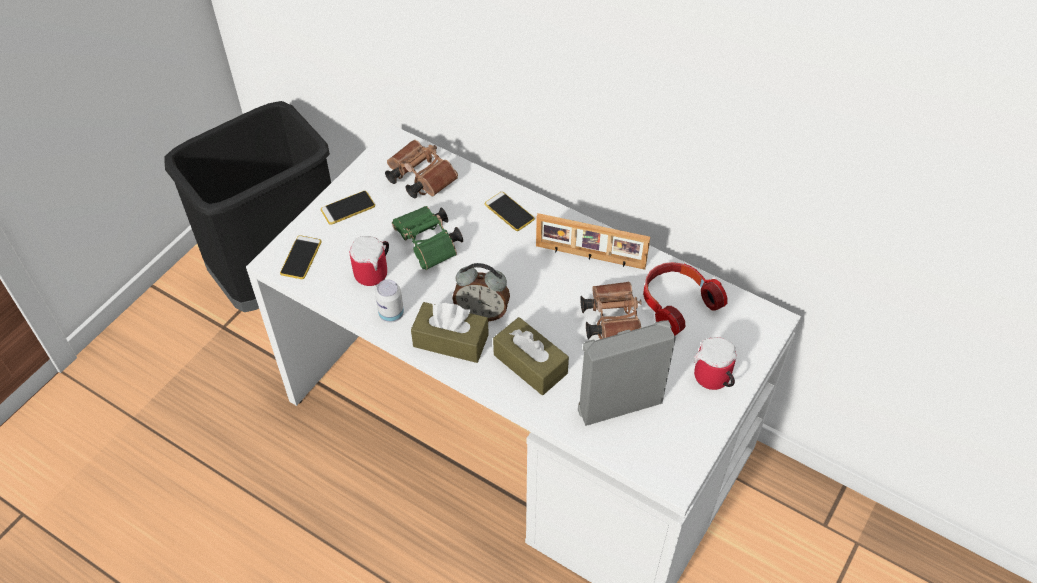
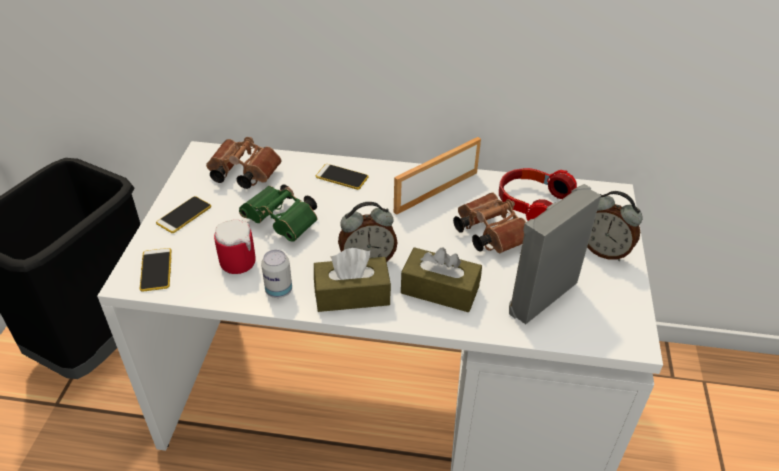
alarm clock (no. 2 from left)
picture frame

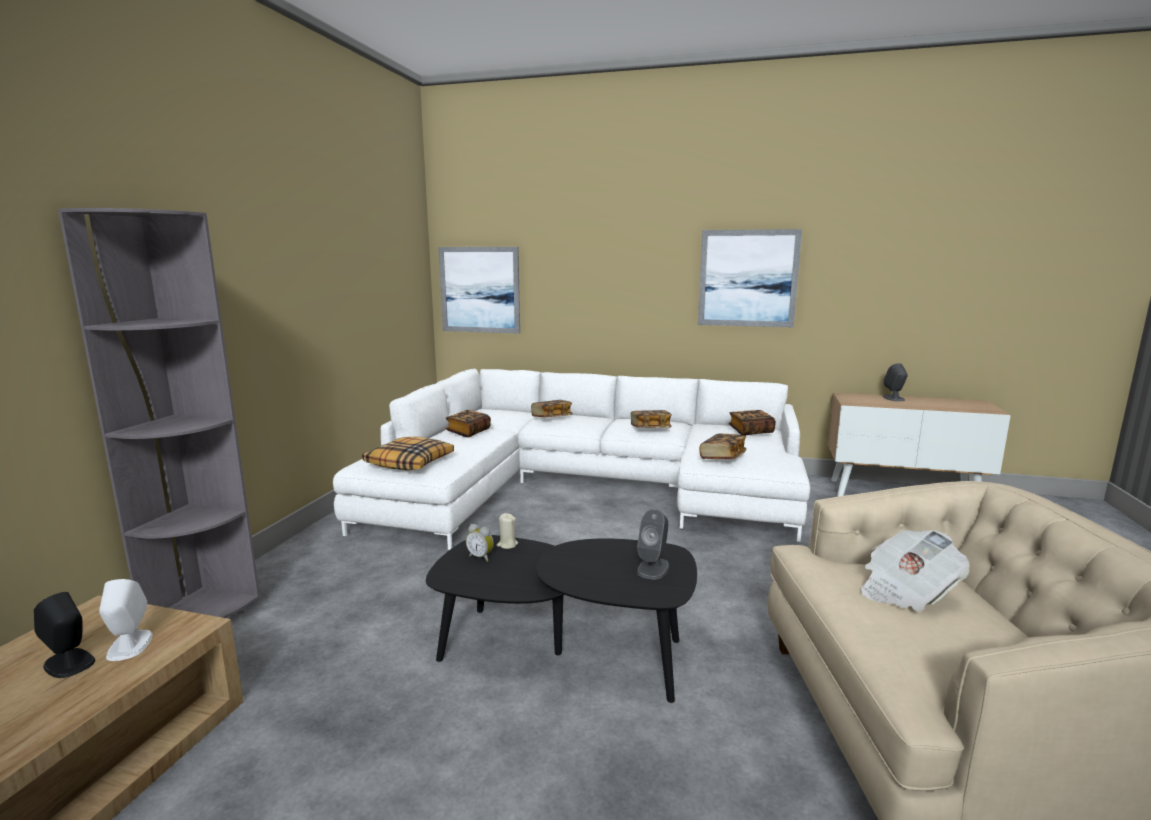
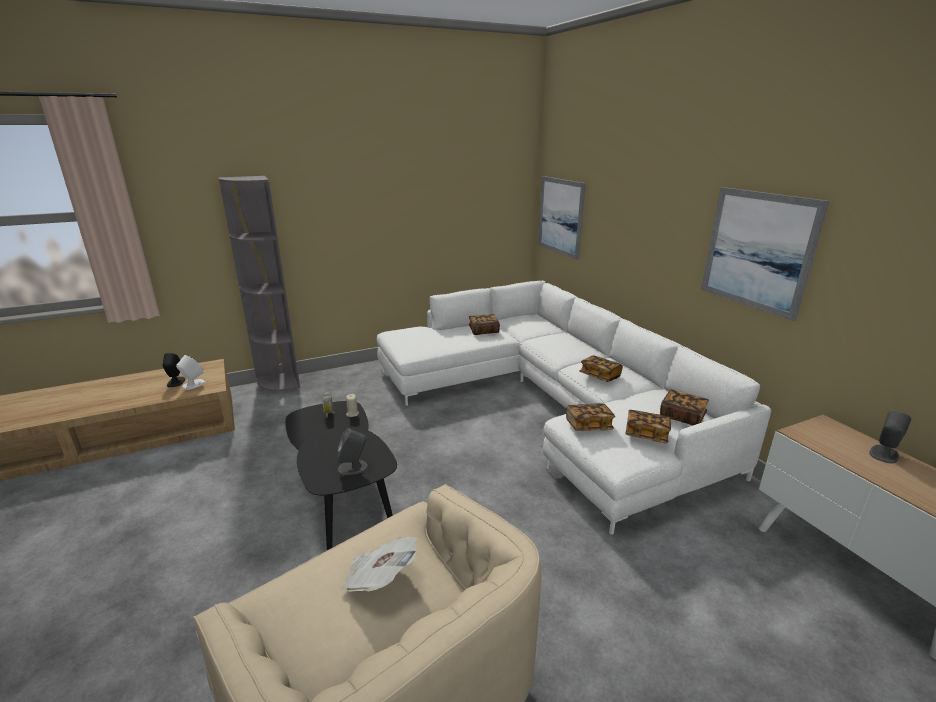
pillow
book (no. 4 from left)

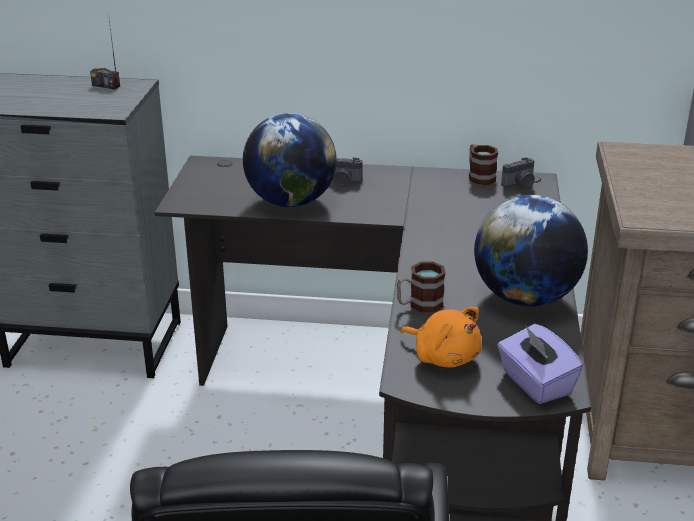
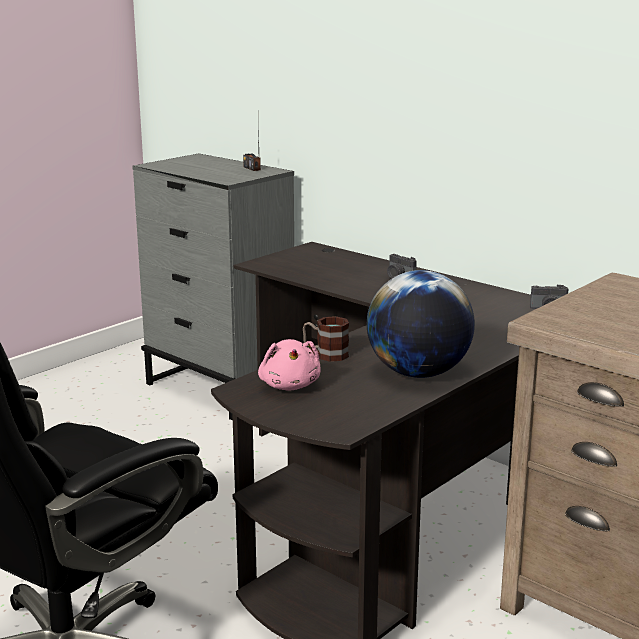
globe (no. 1 from left in the first image)
mug (no. 2 from left in the first image)
purple tissue box
pink plush toy

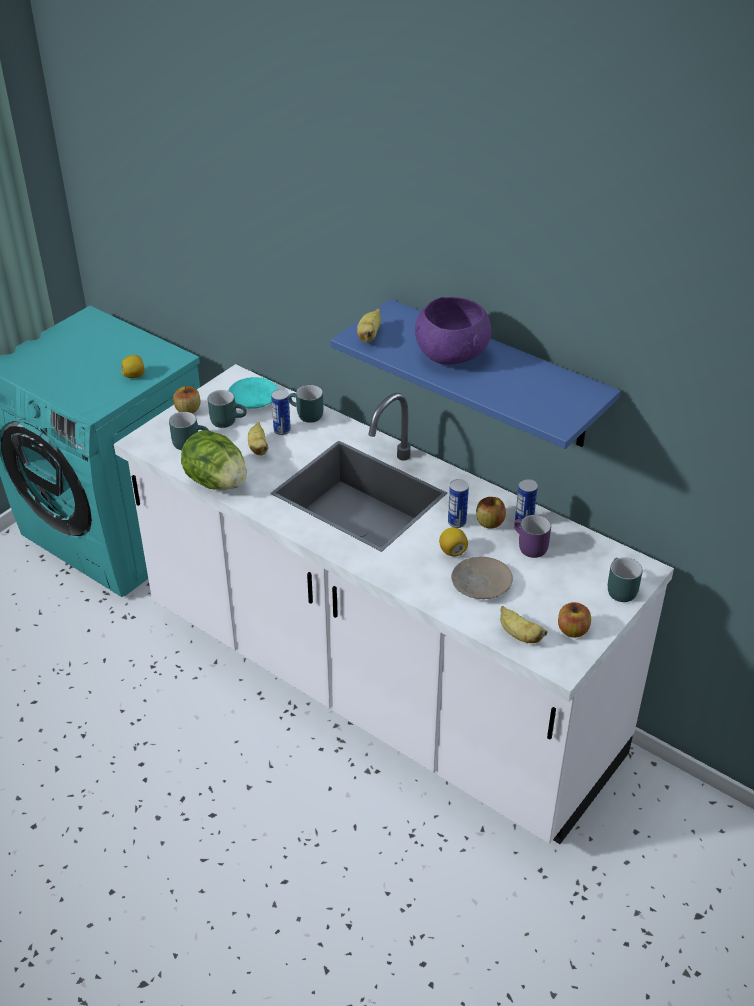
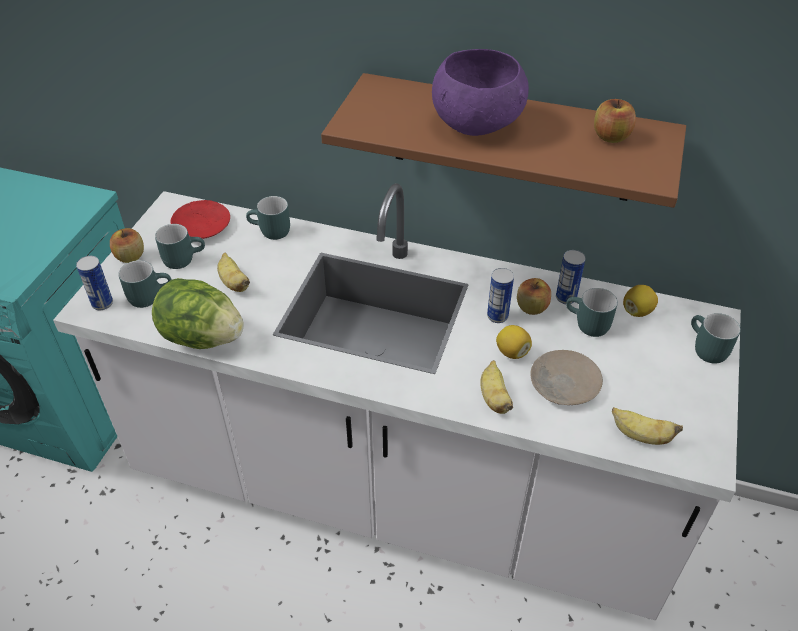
lemon (no. 2 from left)
can (no. 1 from left)
banana (no. 2 from left)
apple (no. 3 from left)
red plate
brown shelf
turquoise mug (no. 4 from left)

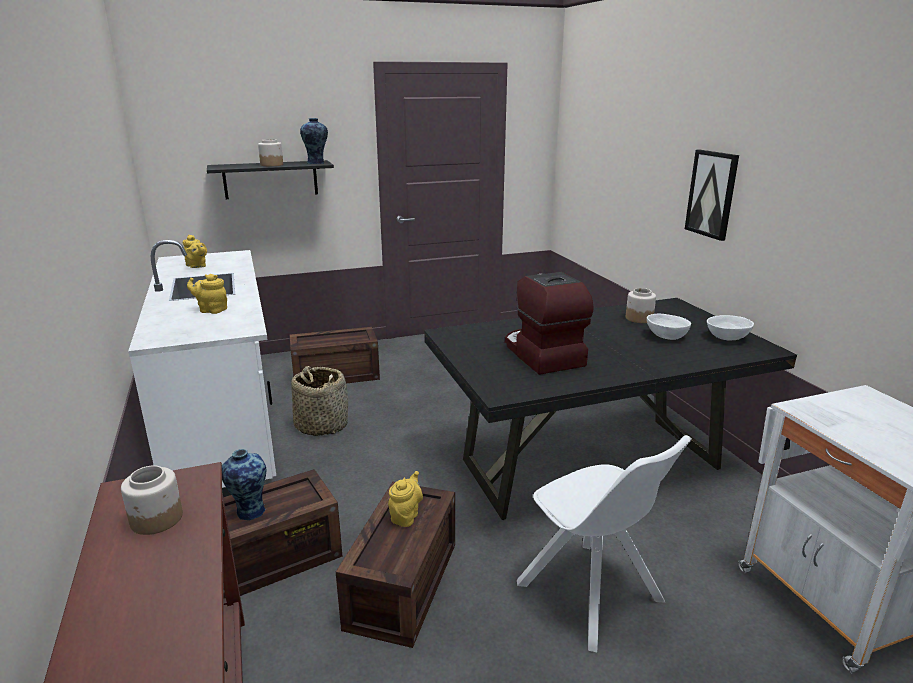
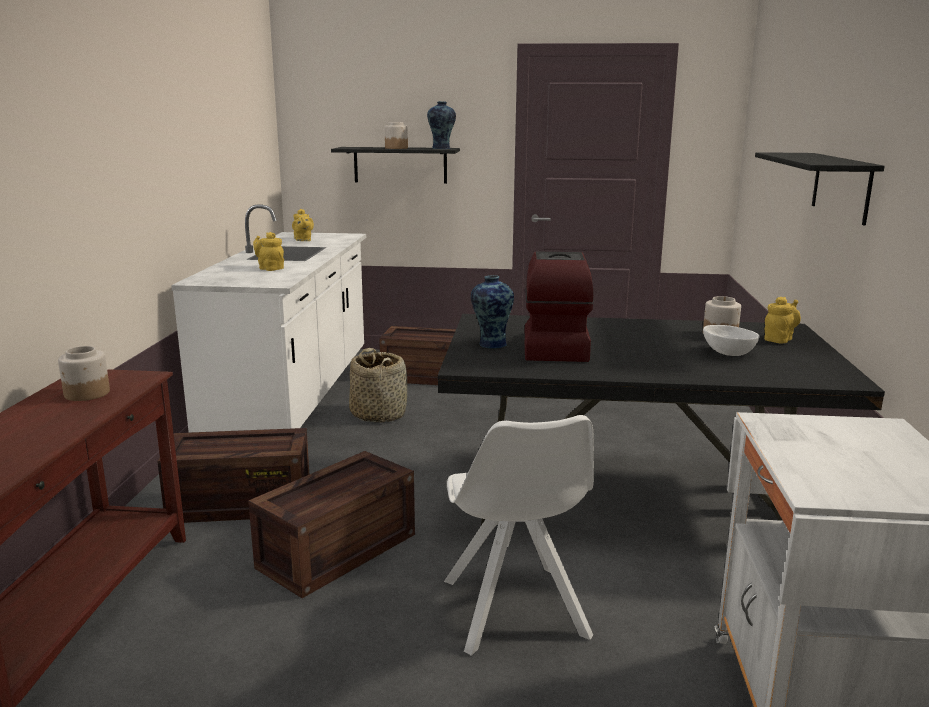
white bowl (no. 2 from left in the first image)
vase (no. 2 from left)
yellow teapot (no. 3 from left)
black shelf (no. 2 from left)

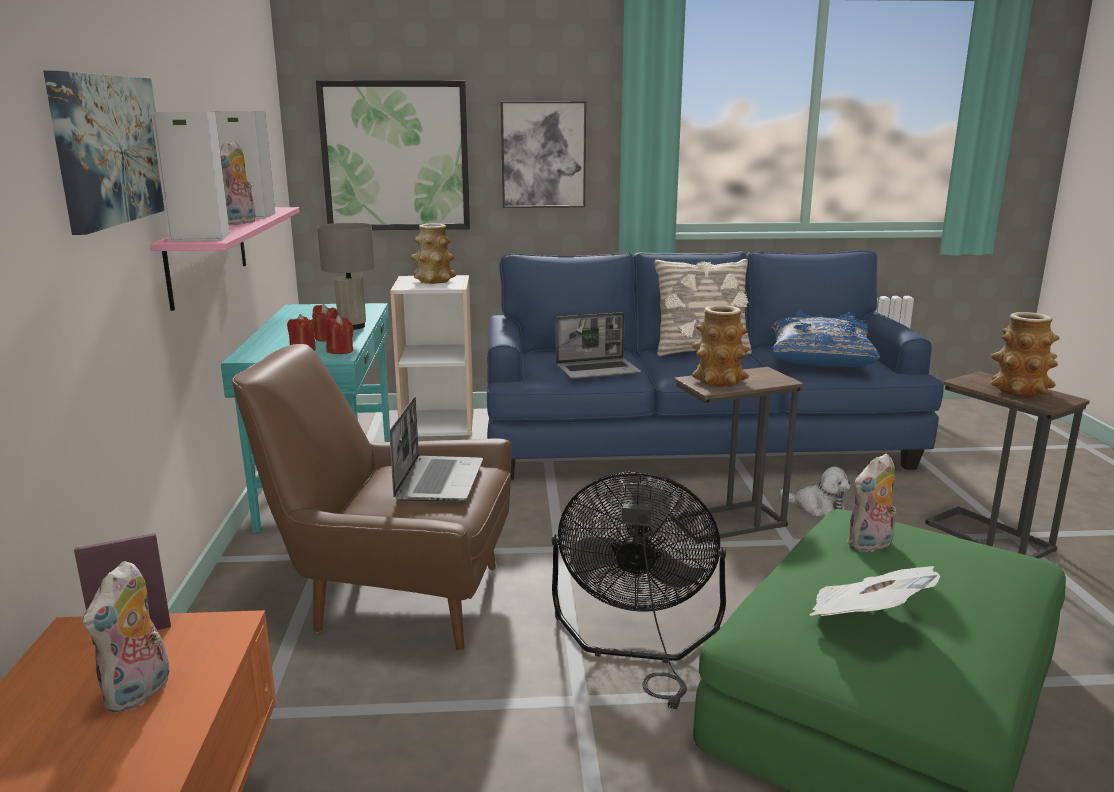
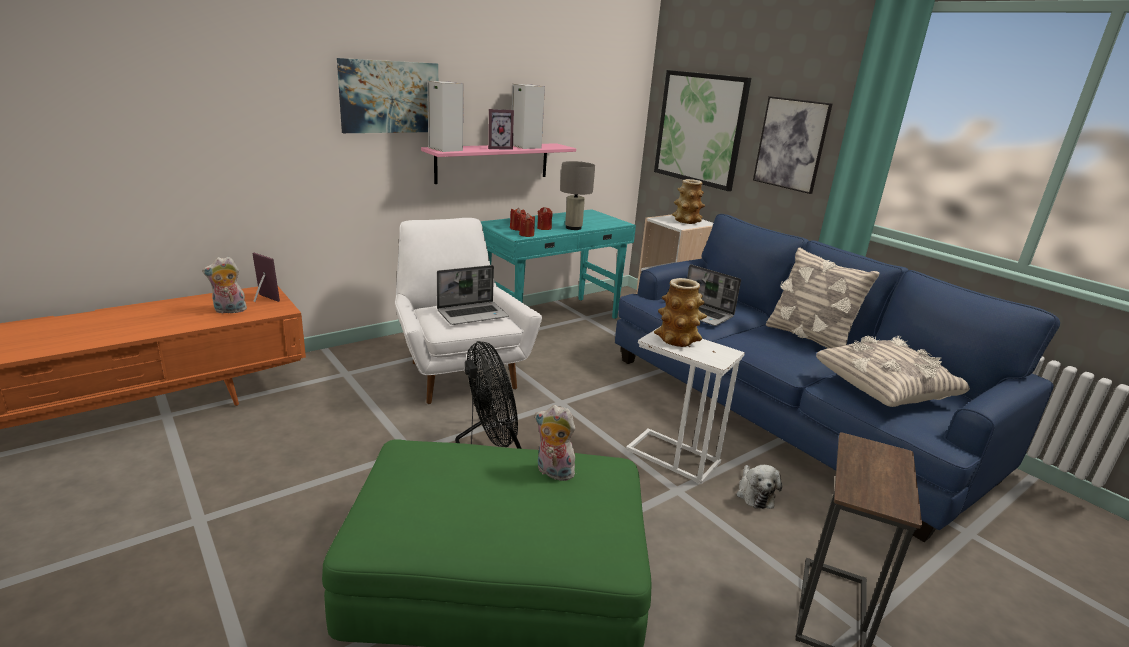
newspaper
vase (no. 3 from left in the first image)
picture frame (no. 2 from left)
white armchair
white side table
beige pillow (no. 2 from left)

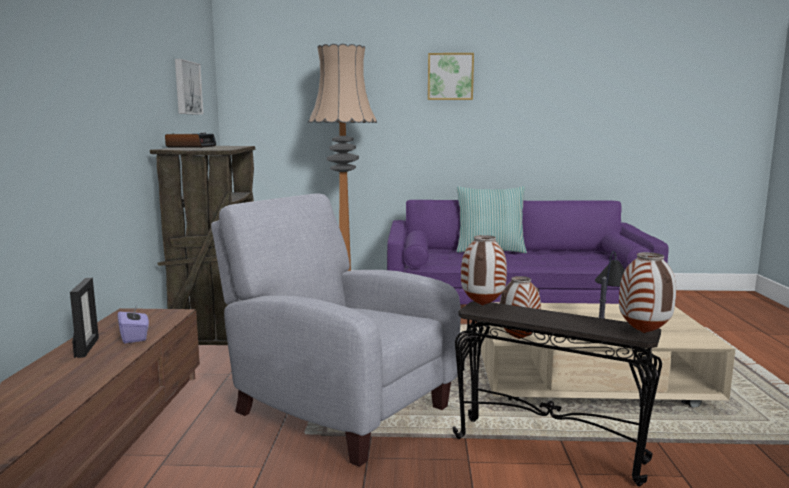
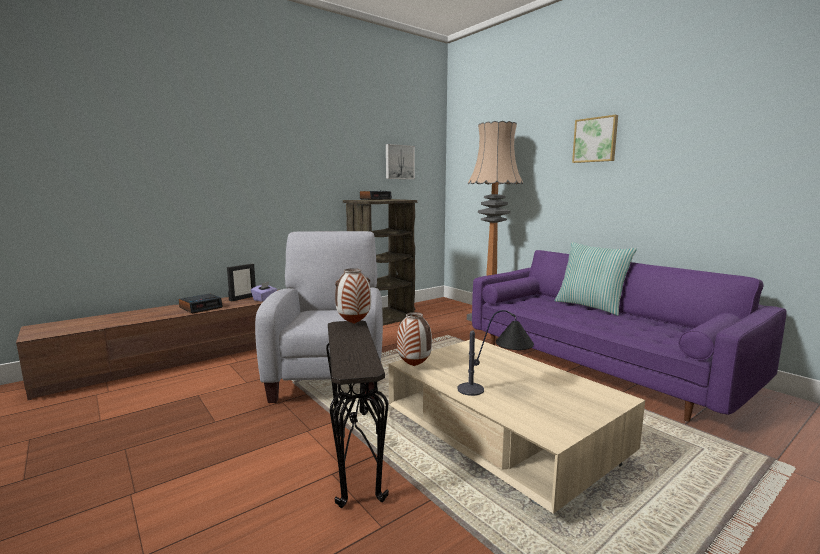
vase (no. 3 from left in the first image)
alarm clock (no. 1 from left)

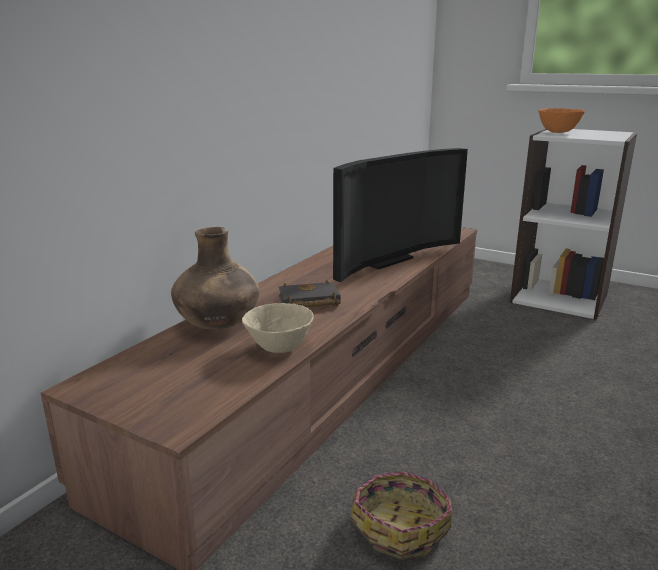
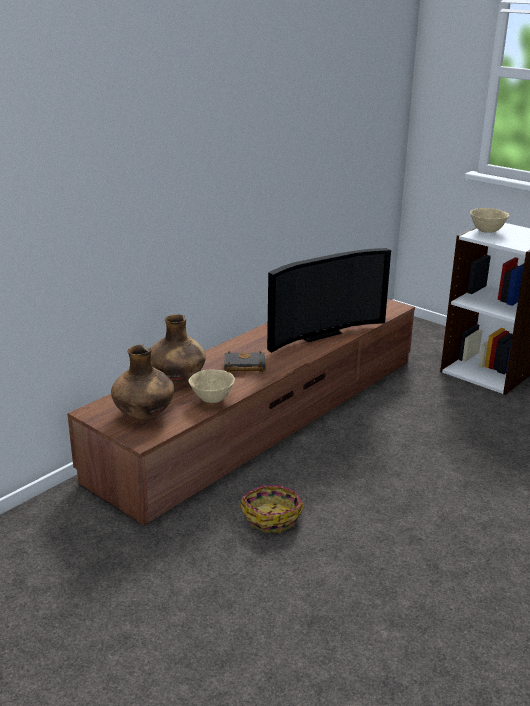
brown vase (no. 1 from left)
beige bowl (no. 2 from left)

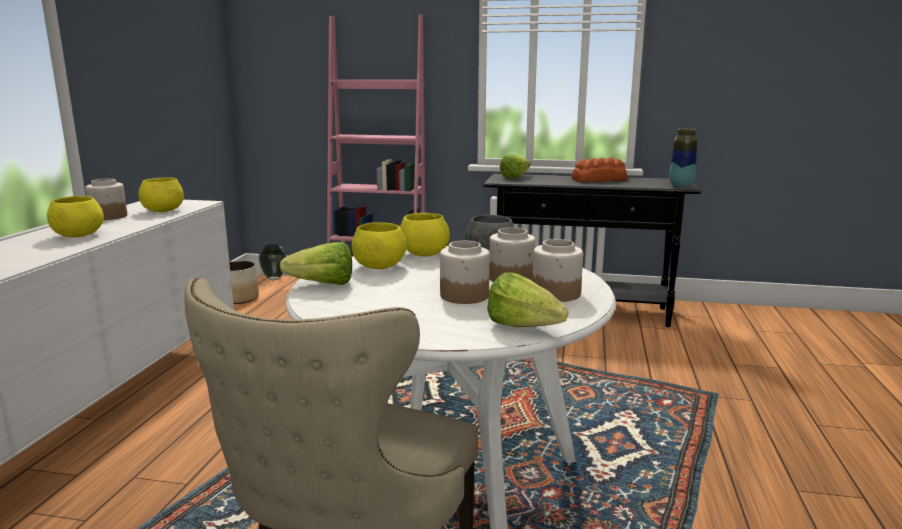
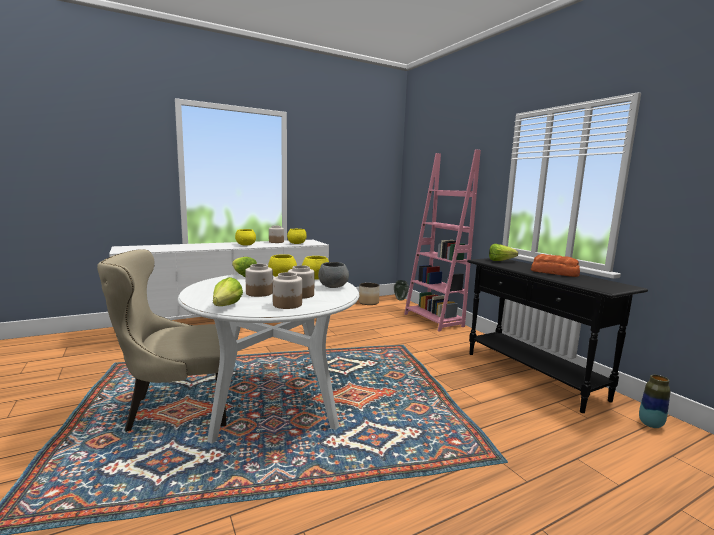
vase (no. 2 from left)

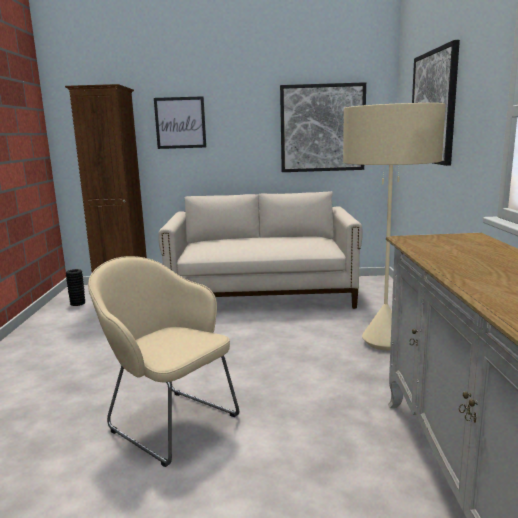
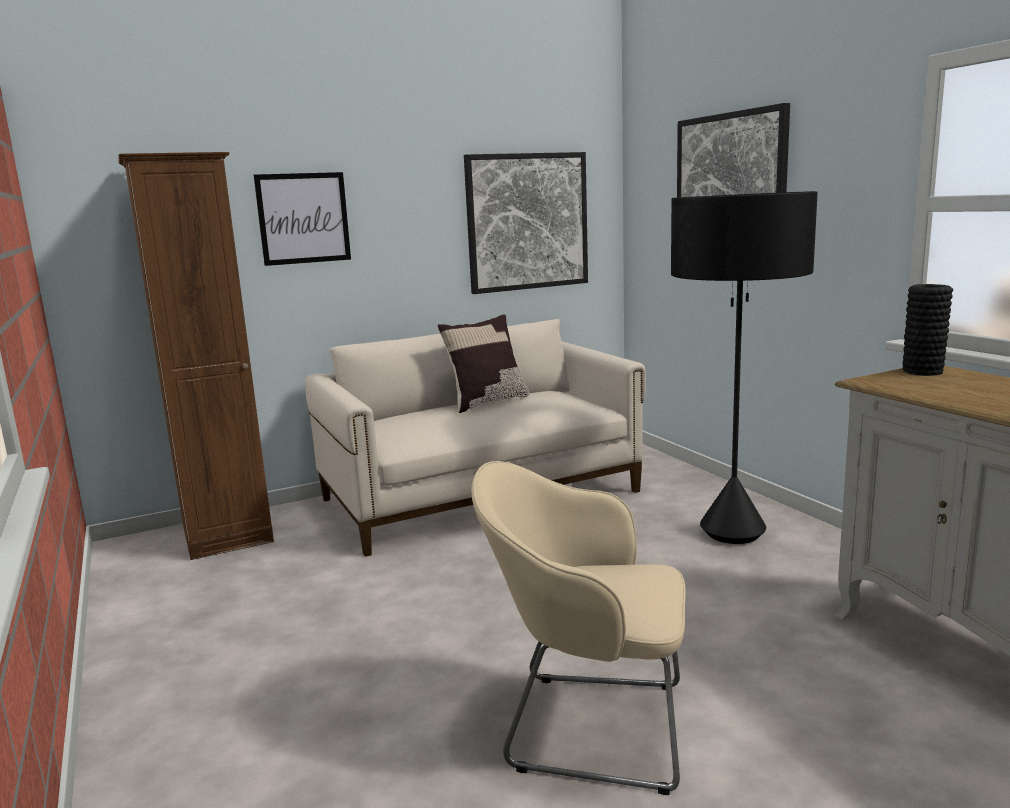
pillow
black vase
black floor lamp

